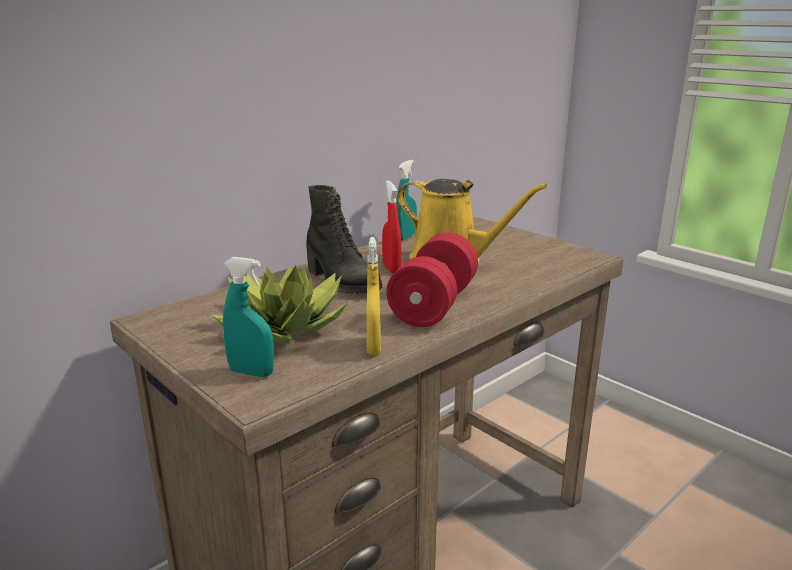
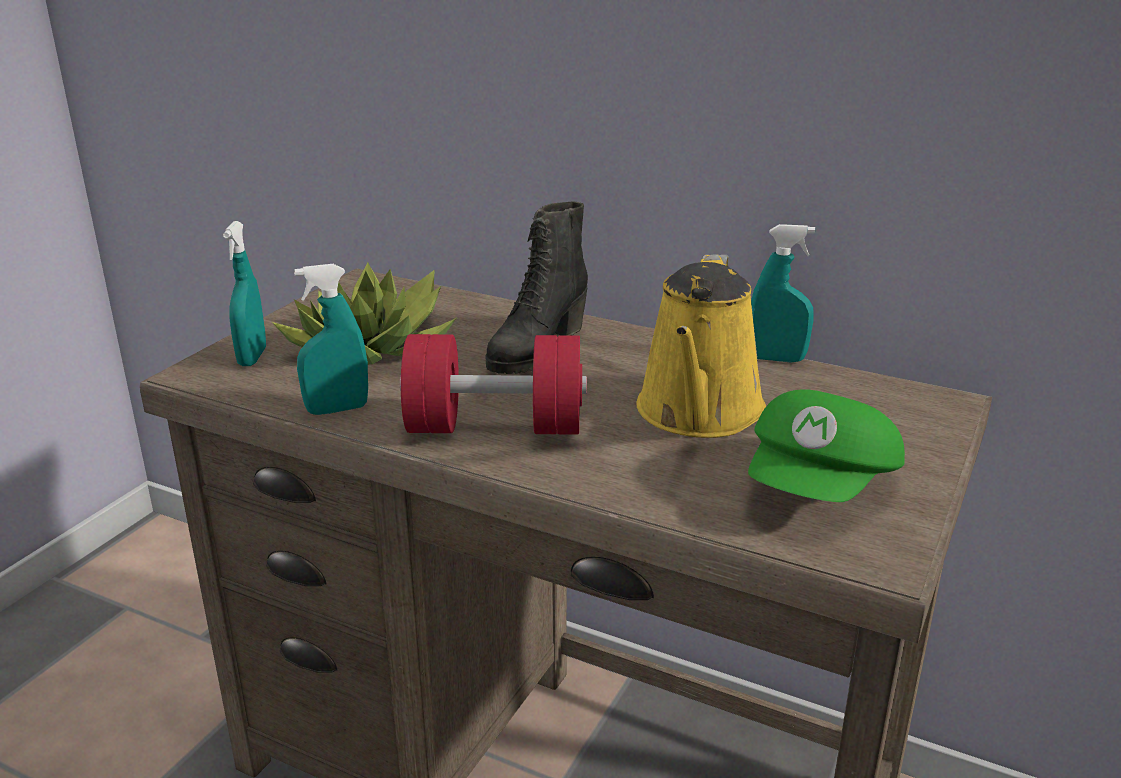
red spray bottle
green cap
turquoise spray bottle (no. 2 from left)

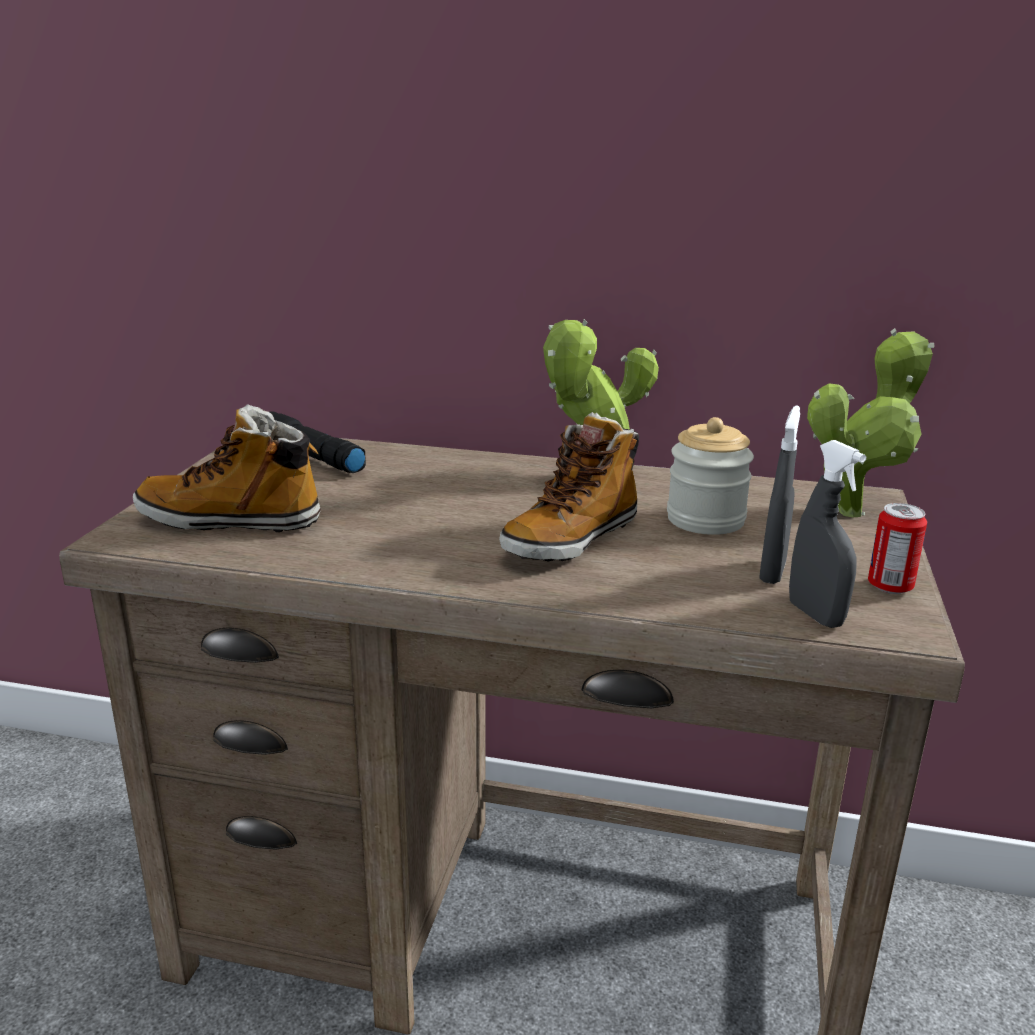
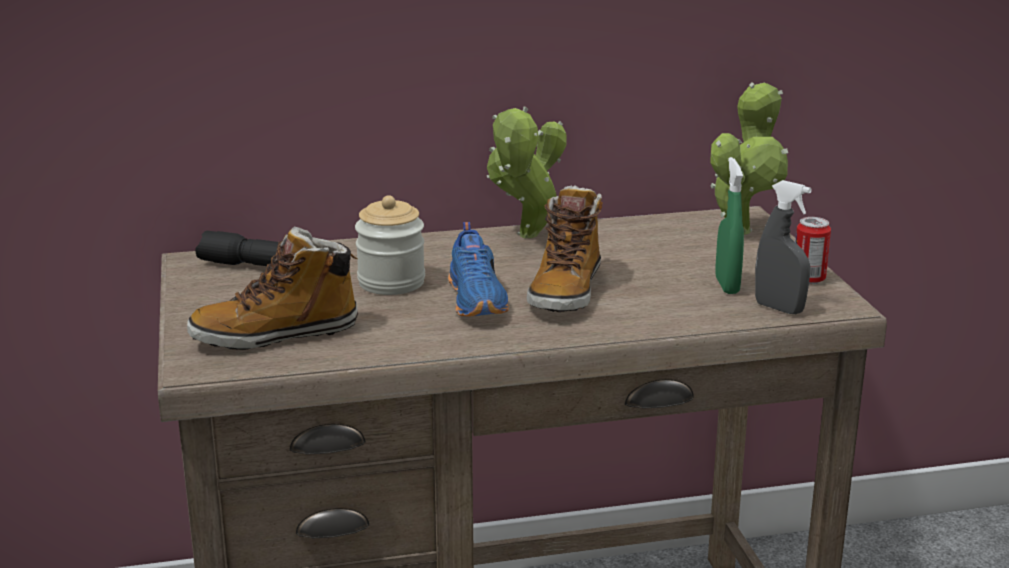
blue shoe
jar
green spray bottle

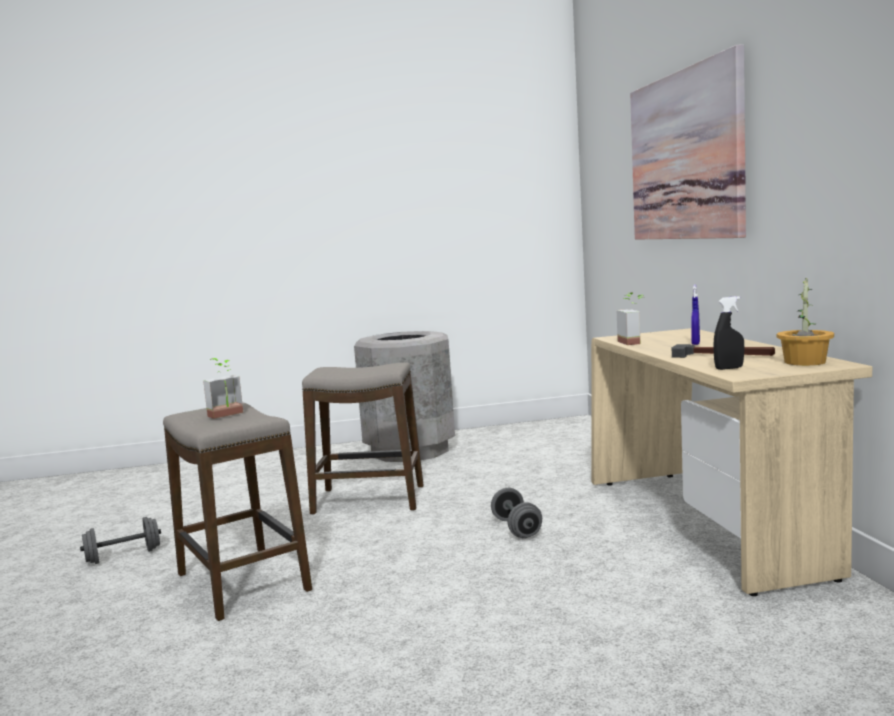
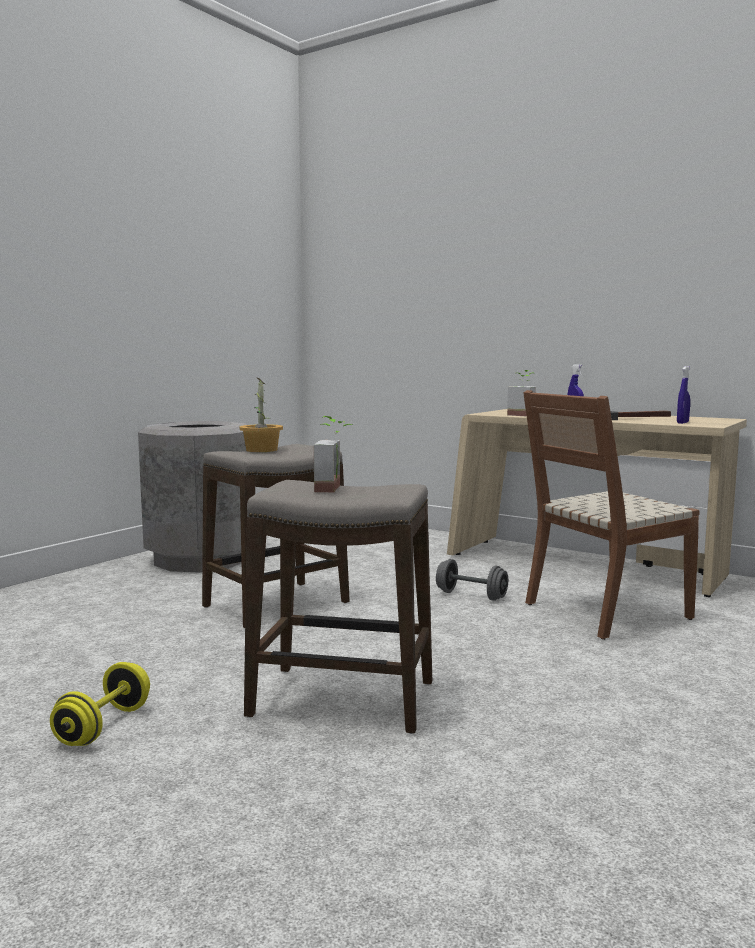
picture
chair
potted plant (no. 1 from left)
yellow dumbbell
blue spray bottle (no. 2 from left)

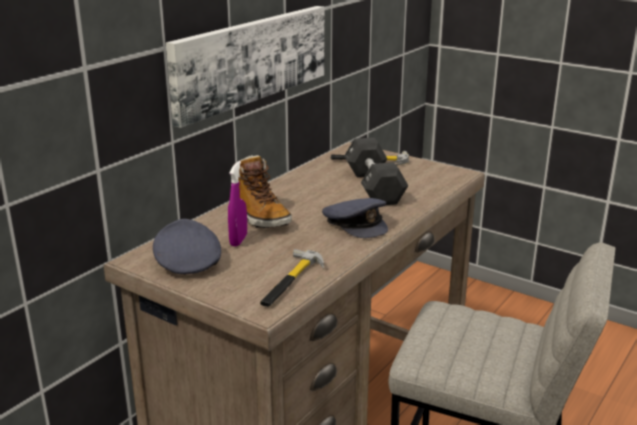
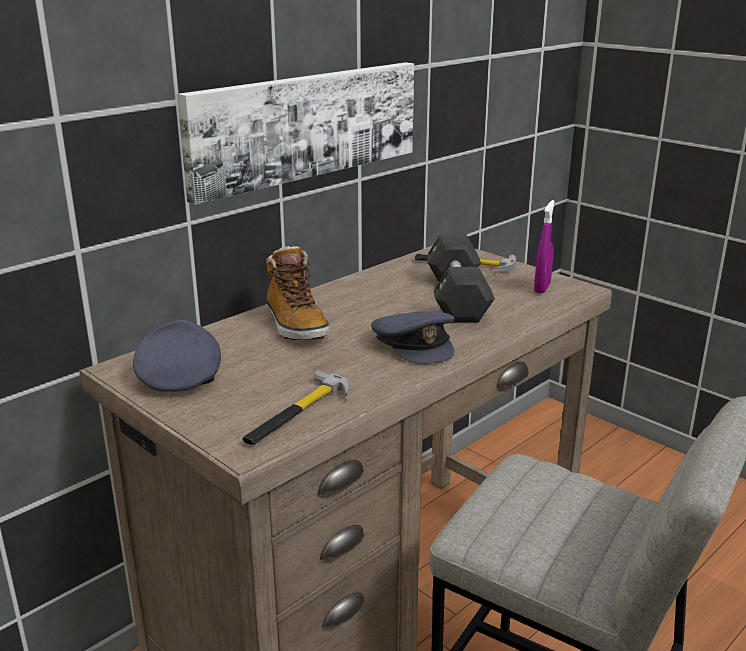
purple spray bottle

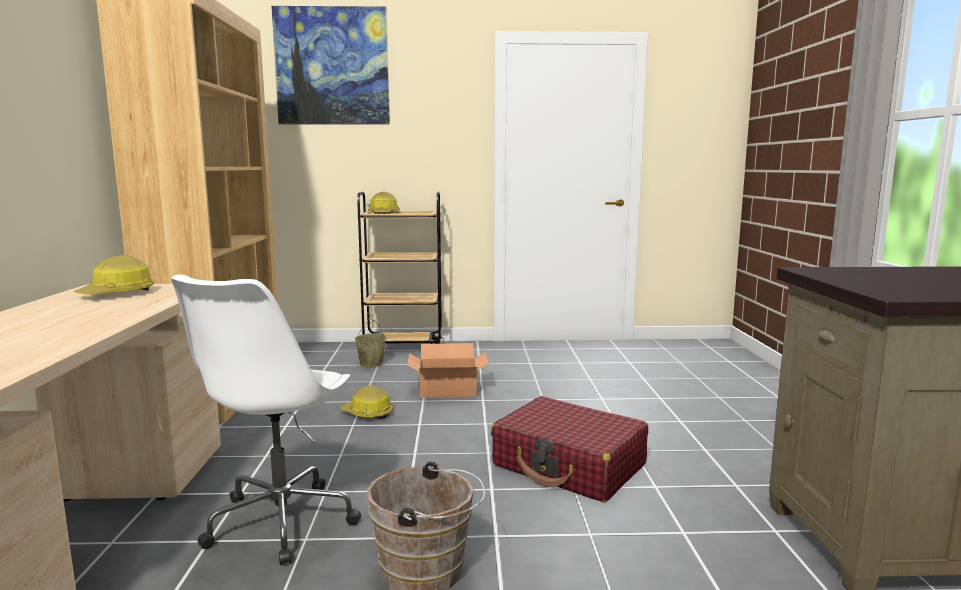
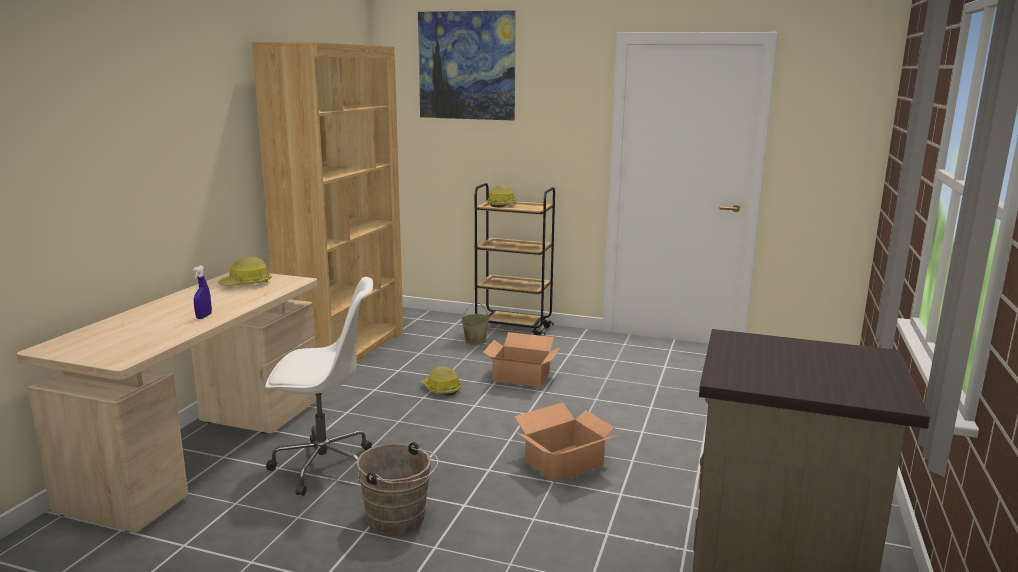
blue spray bottle
cardboard box (no. 2 from left)
white office chair

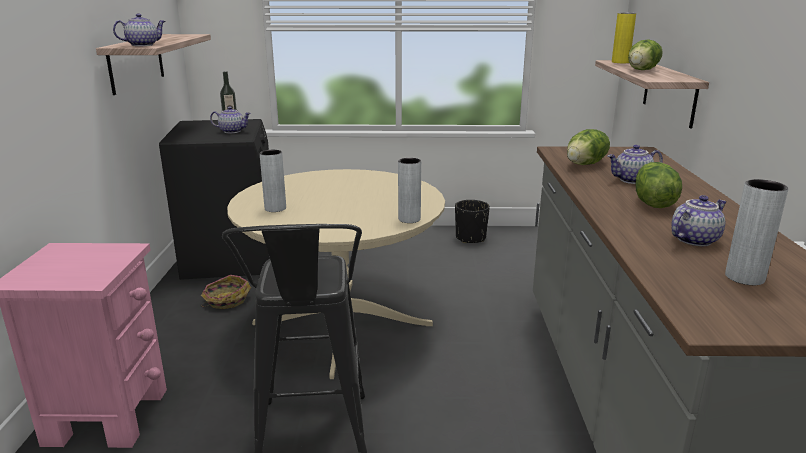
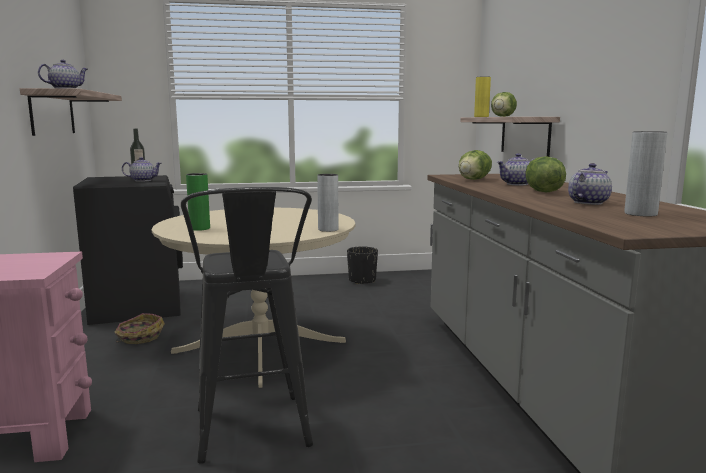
green vase

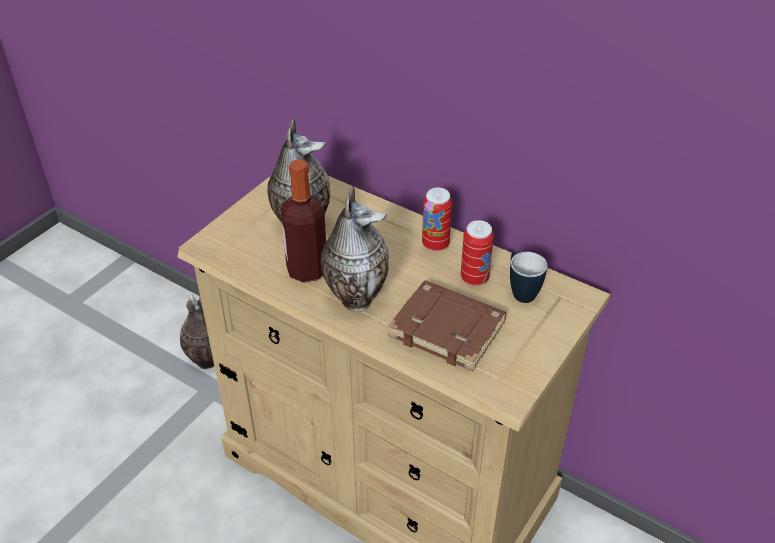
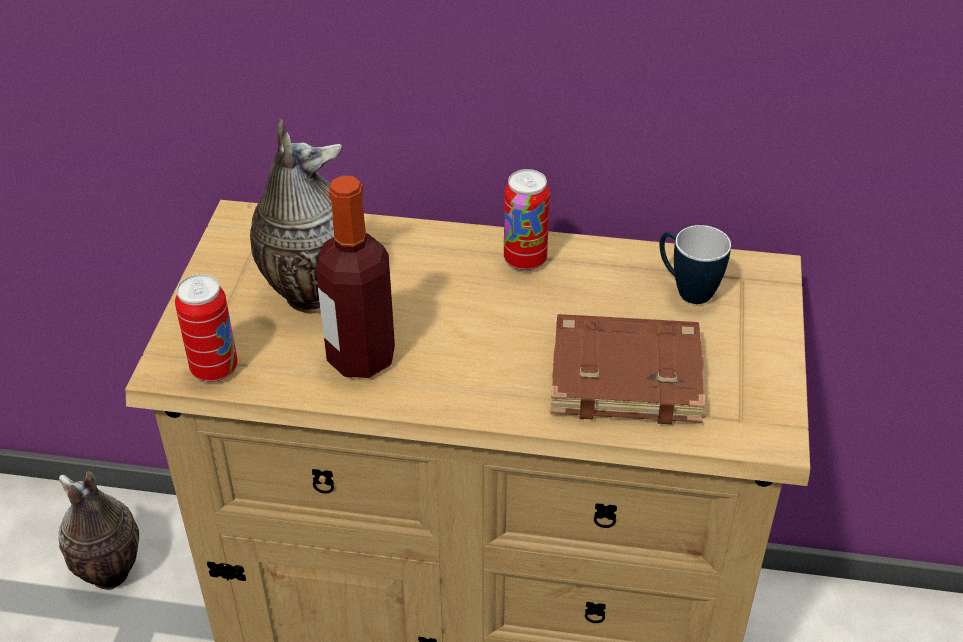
vase (no. 3 from left in the first image)
can (no. 1 from left)

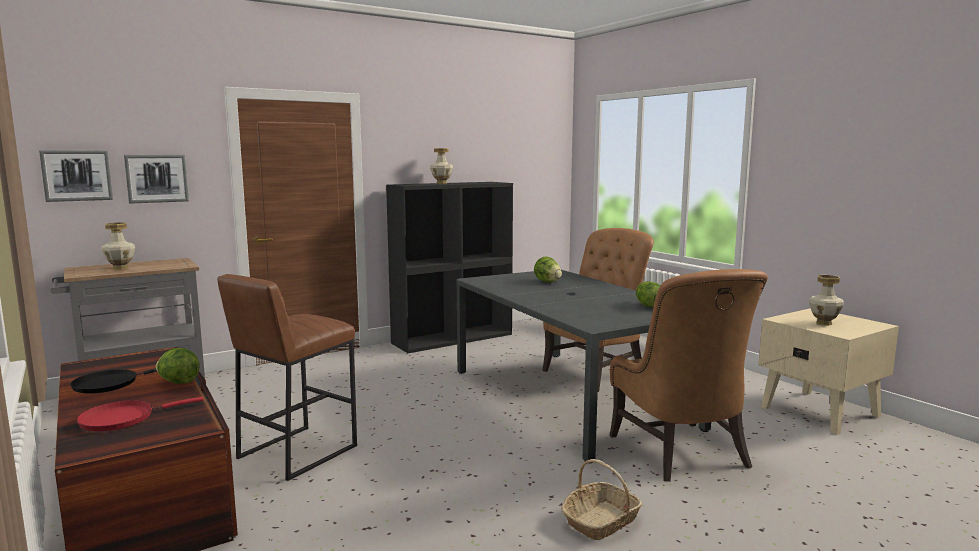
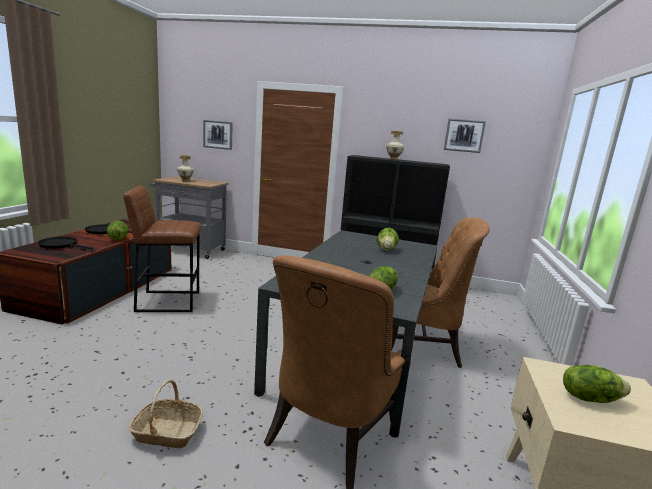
picture (no. 2 from left)
lettuce (no. 4 from left)
black frying pan (no. 1 from left)

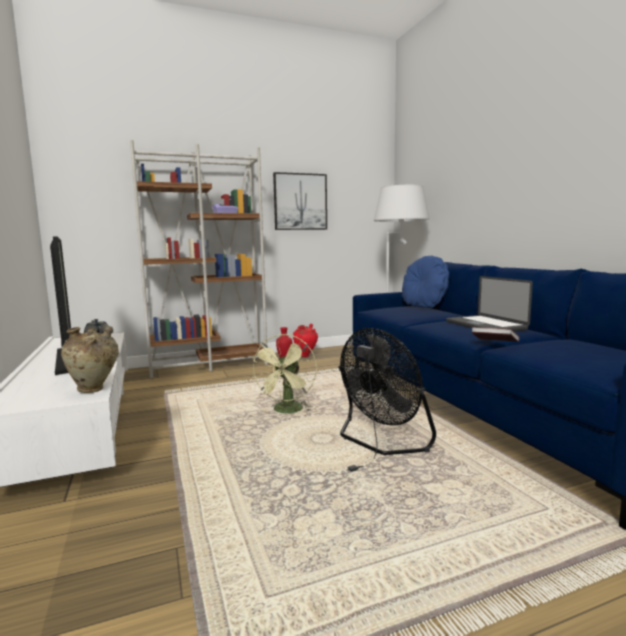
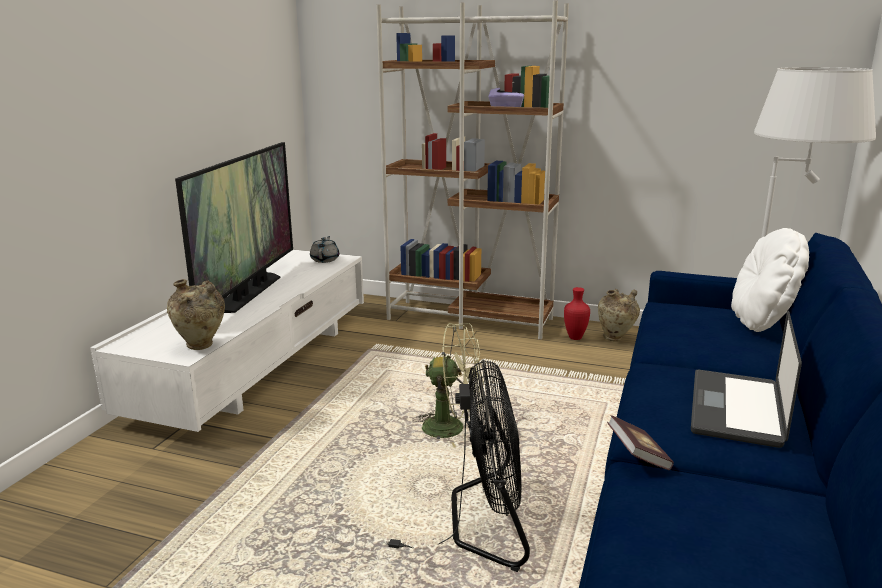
picture
beige vase (no. 2 from left)
white pillow
green fan

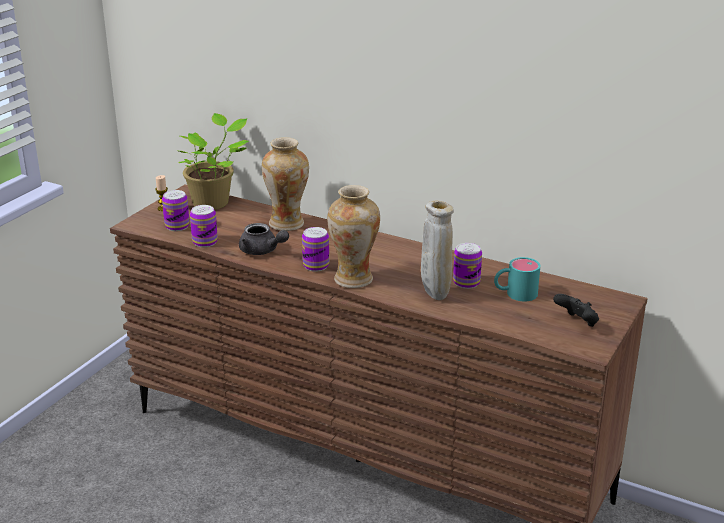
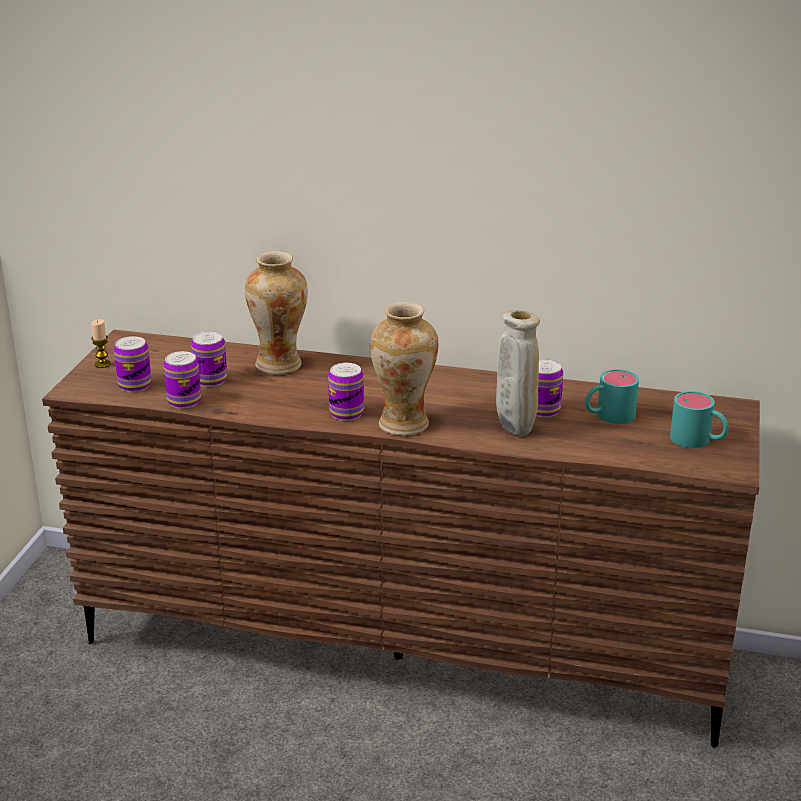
potted plant
grey teapot
can (no. 3 from left)
turquoise mug (no. 2 from left)

